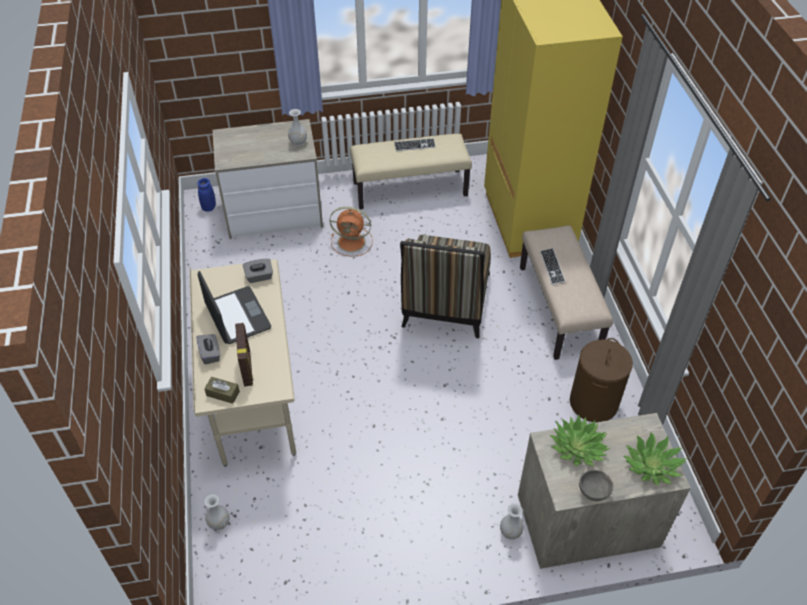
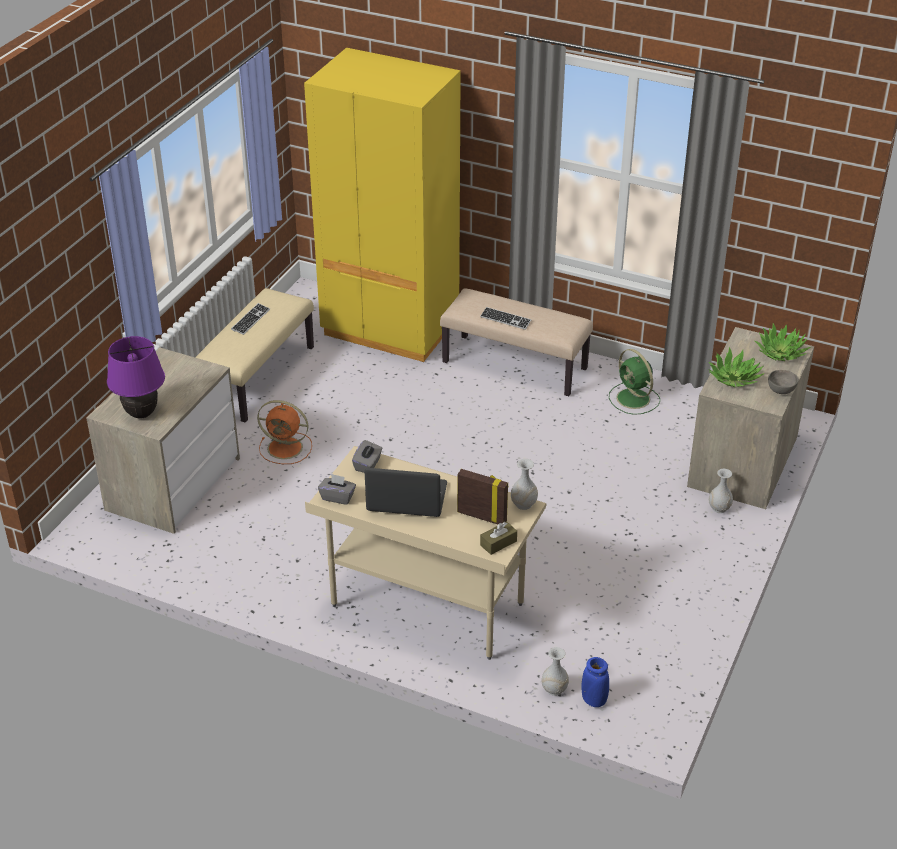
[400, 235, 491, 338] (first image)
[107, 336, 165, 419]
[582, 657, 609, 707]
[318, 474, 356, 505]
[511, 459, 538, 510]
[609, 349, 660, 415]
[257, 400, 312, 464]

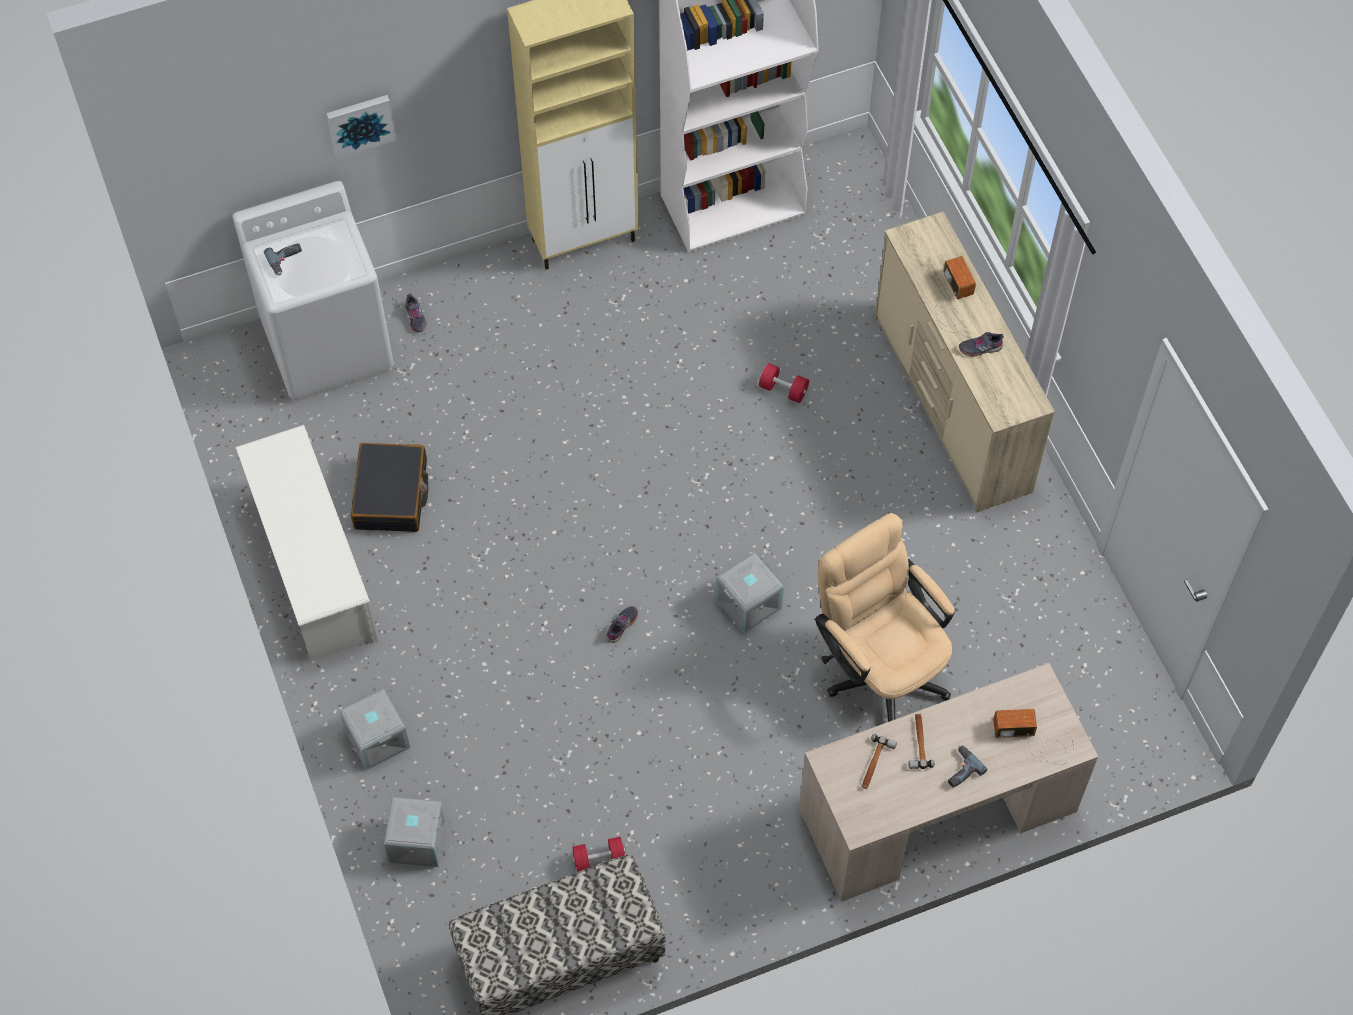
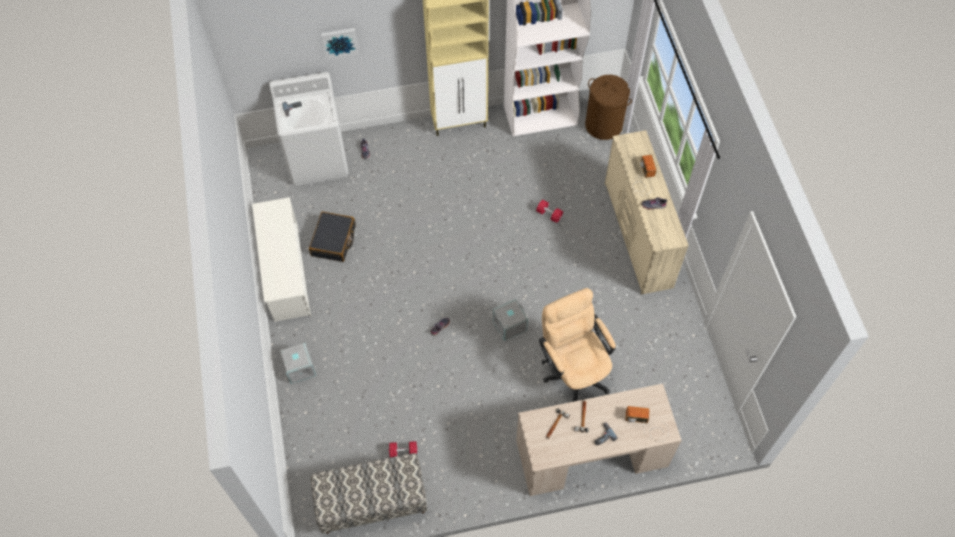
[384, 797, 446, 867] (first image)
[585, 75, 632, 140]

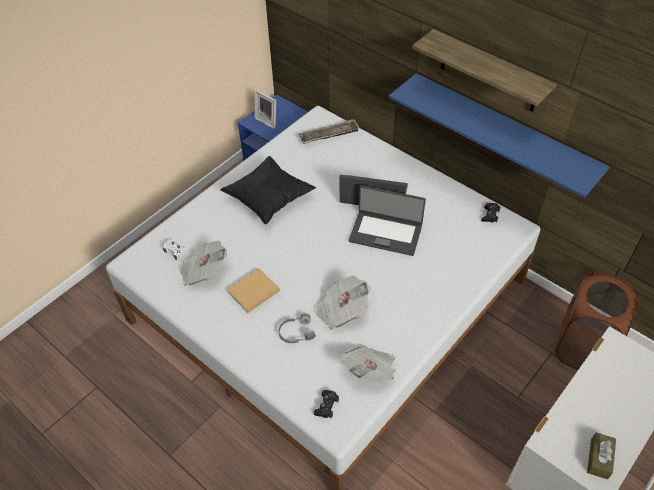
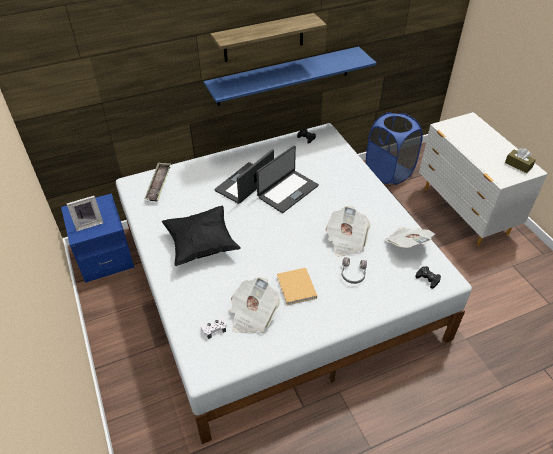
[366, 112, 423, 185]

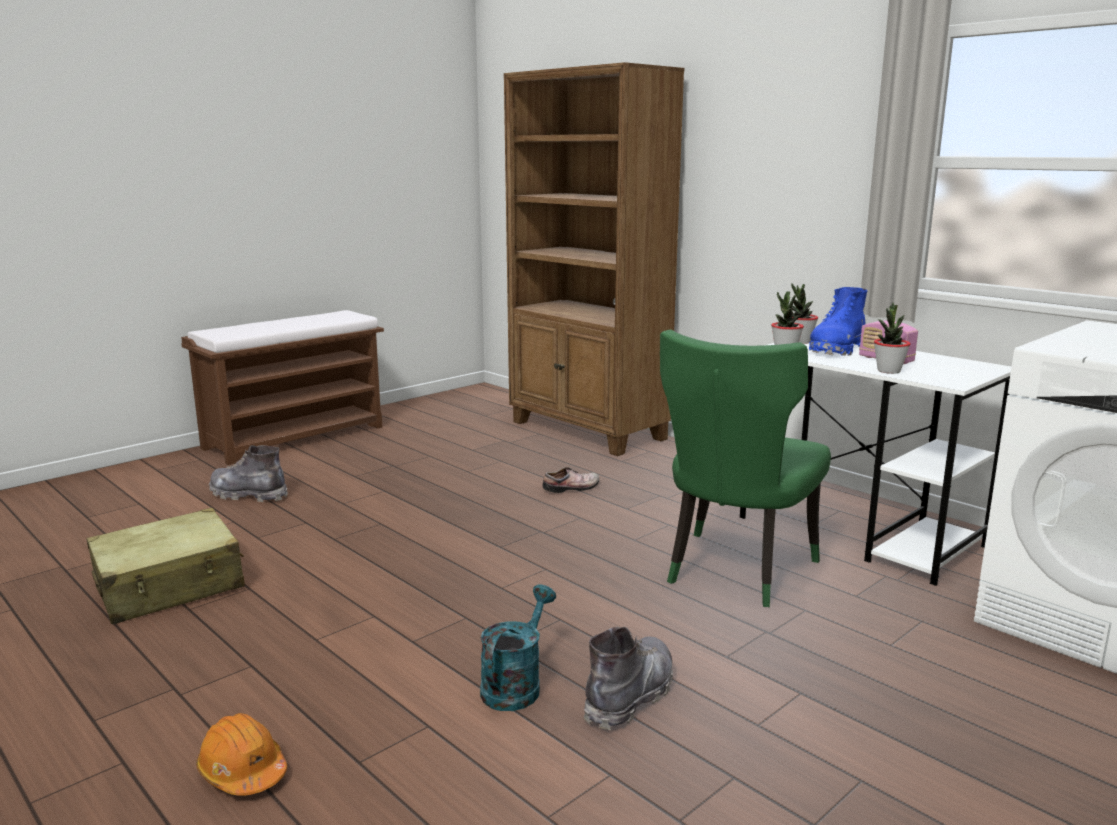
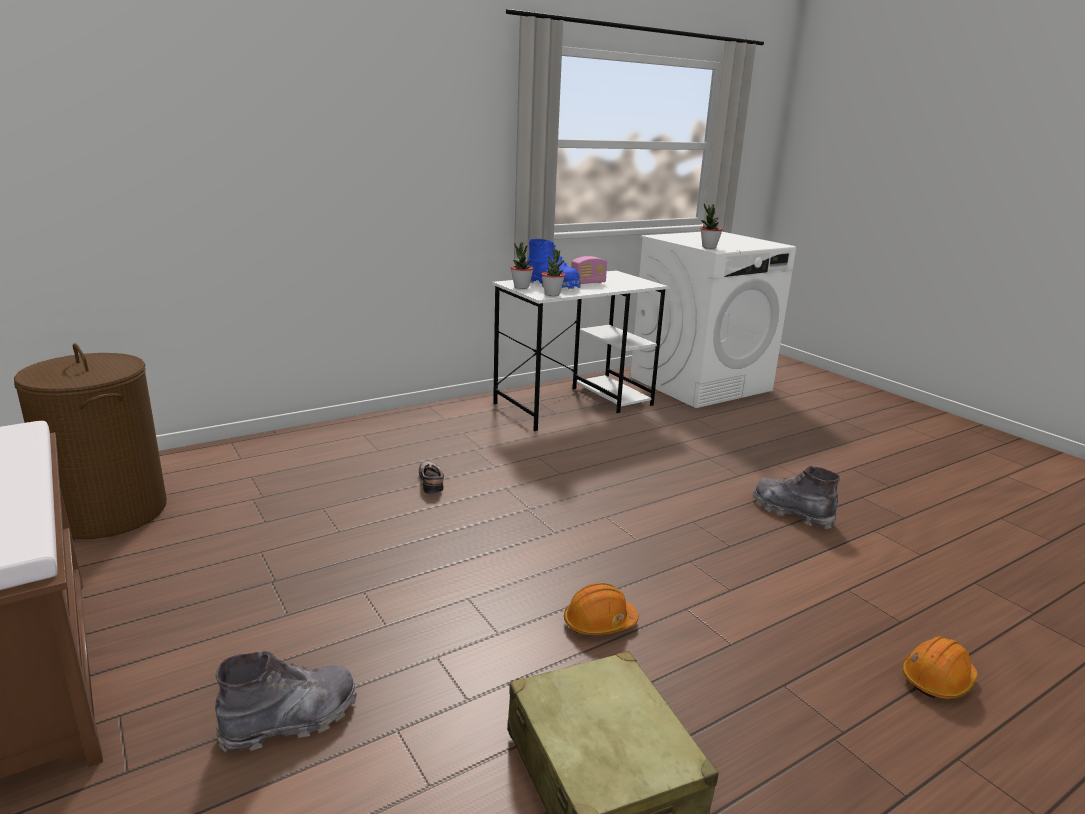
[480, 585, 556, 711] (first image)
[504, 62, 685, 456] (first image)
[660, 330, 831, 607] (first image)
[14, 343, 167, 539]
[564, 583, 638, 635]
[700, 204, 723, 249]
[215, 651, 357, 753]

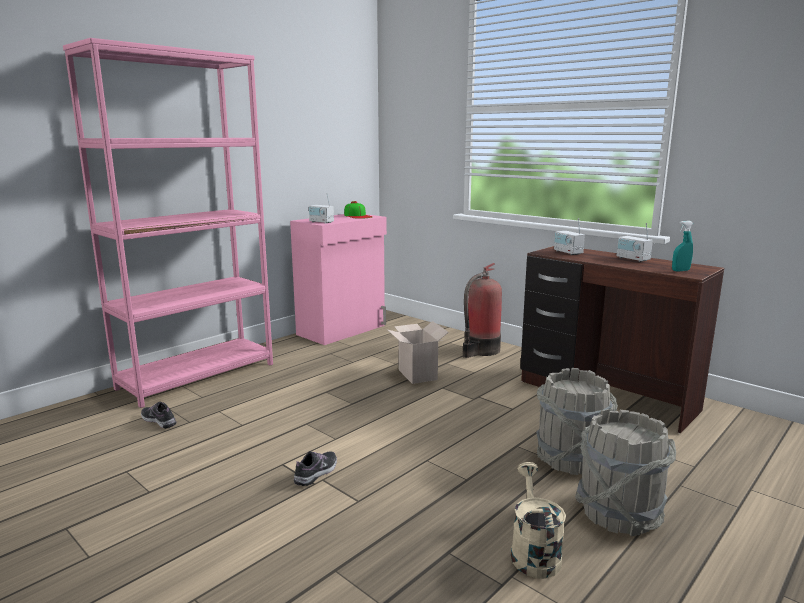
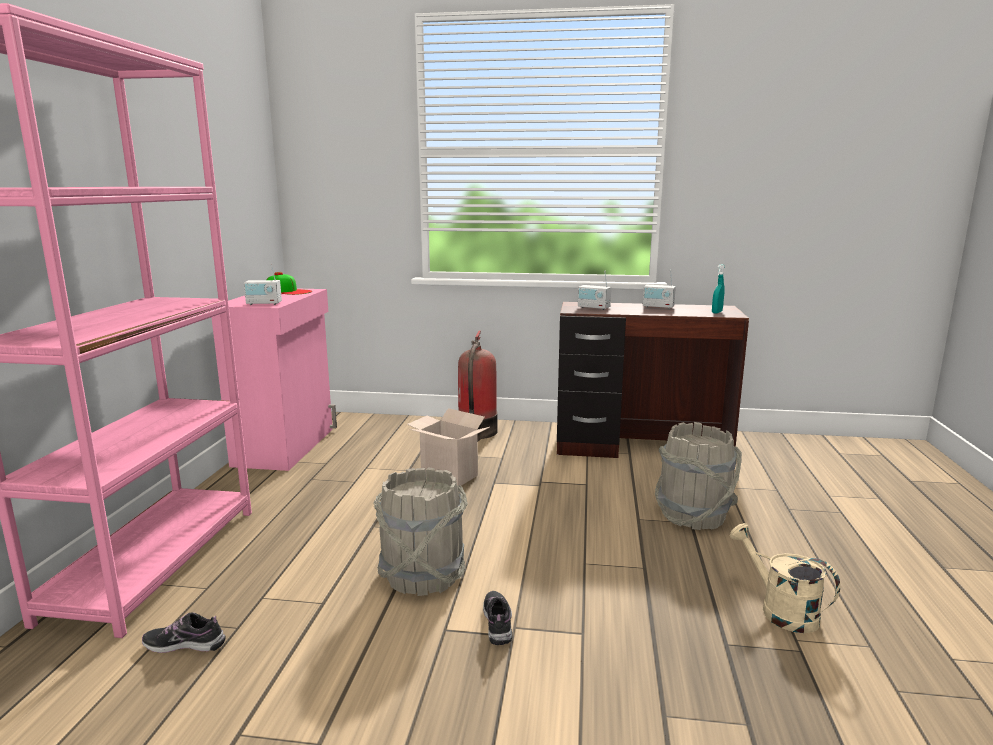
[373, 468, 468, 596]

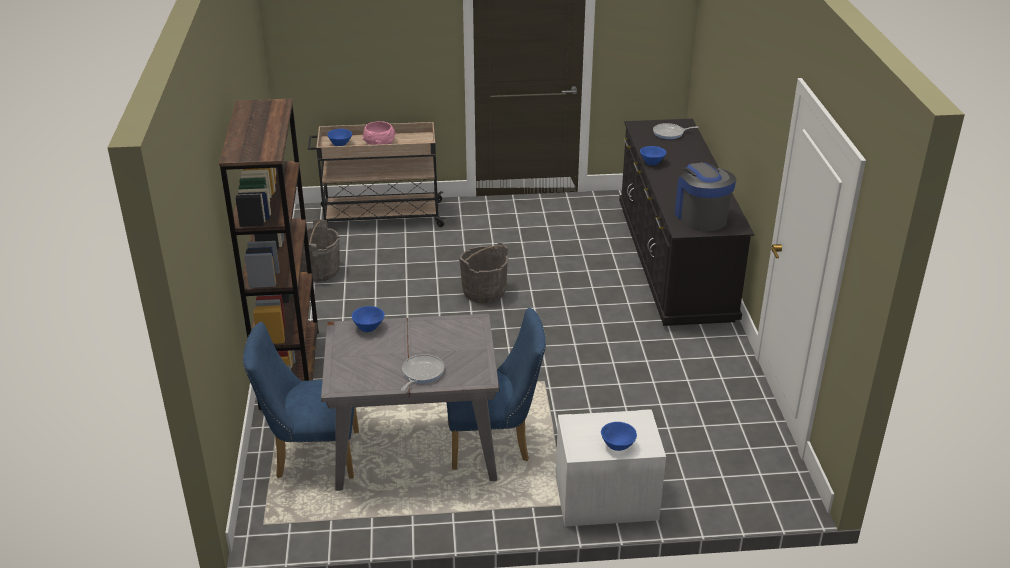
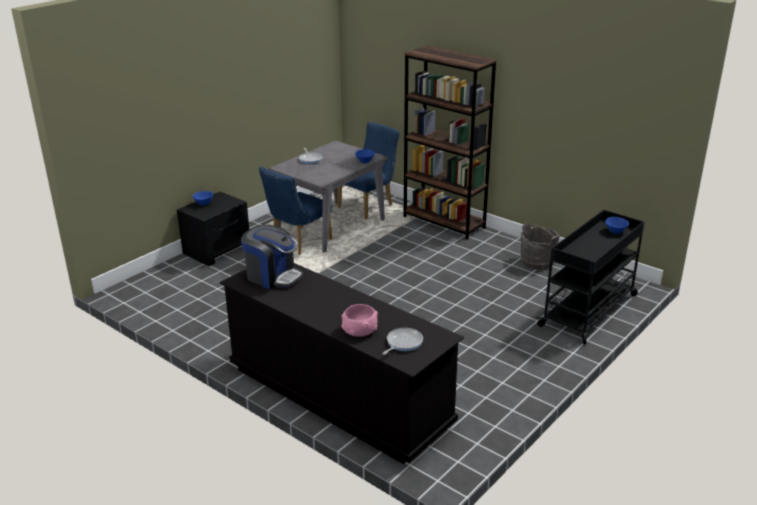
[459, 242, 508, 303] (first image)
[640, 146, 666, 165] (first image)
[341, 304, 378, 337]
[536, 210, 645, 344]
[177, 192, 249, 266]

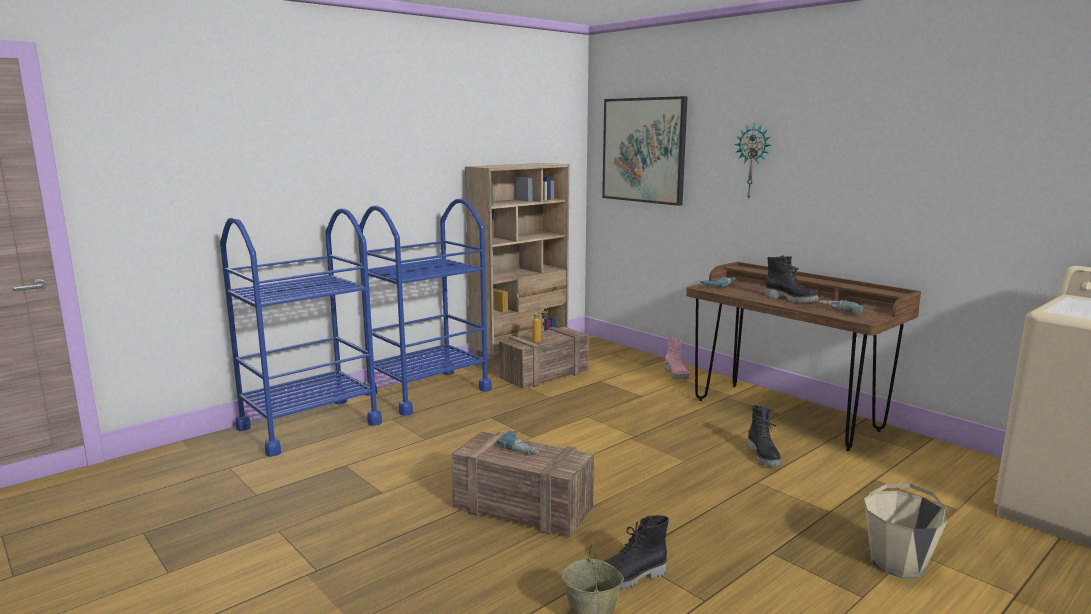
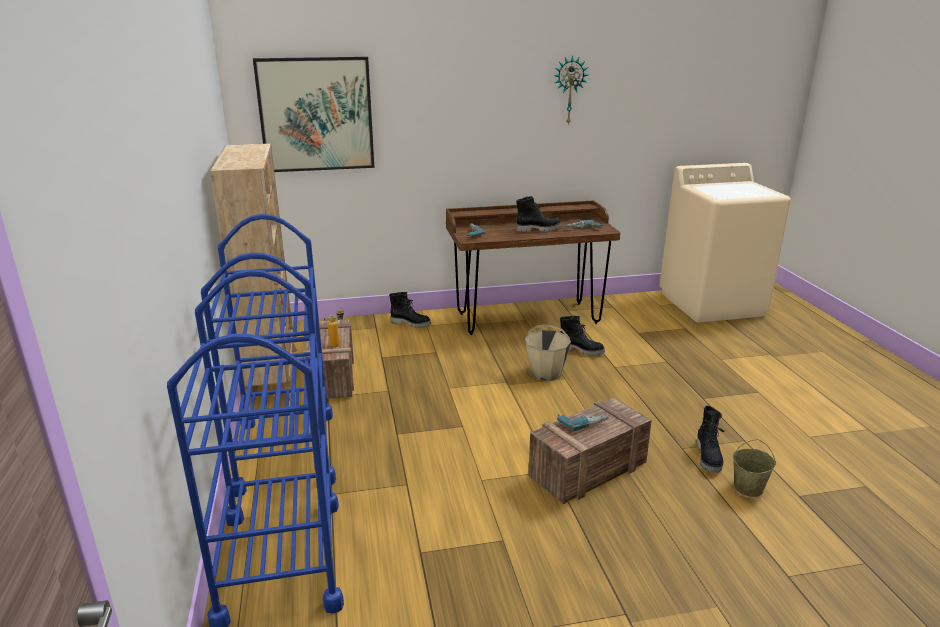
[554, 55, 588, 125]
[525, 324, 571, 381]
[389, 292, 431, 328]

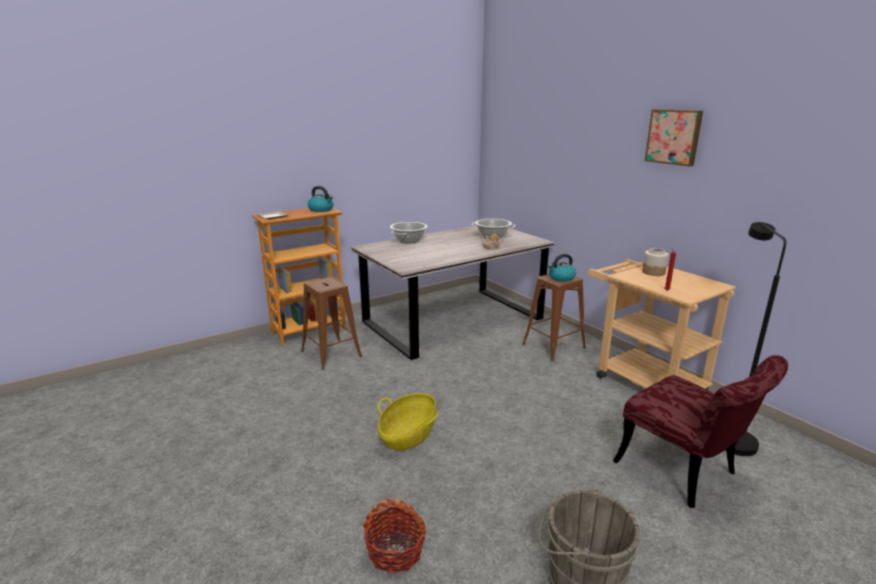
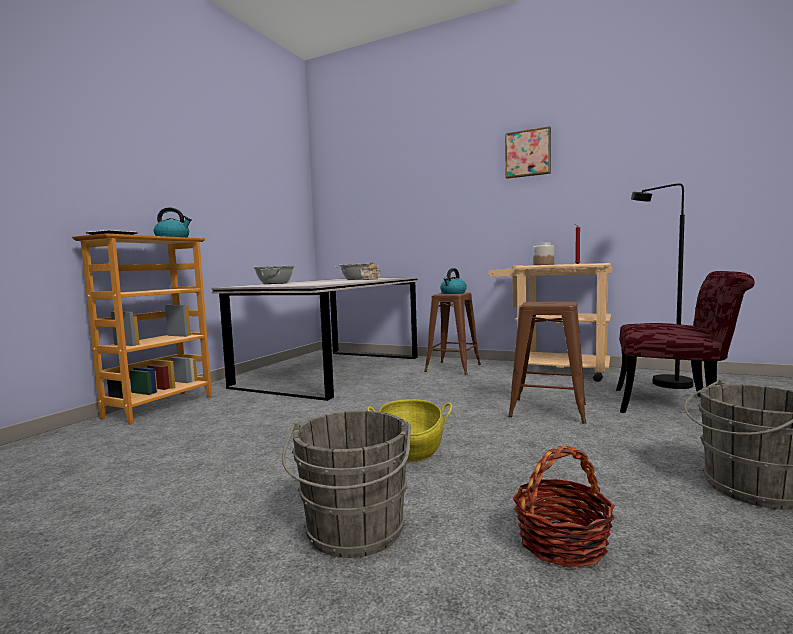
[282, 411, 411, 558]
[508, 301, 586, 424]

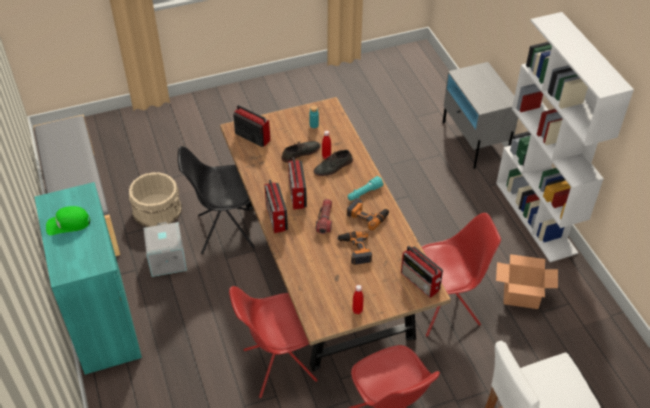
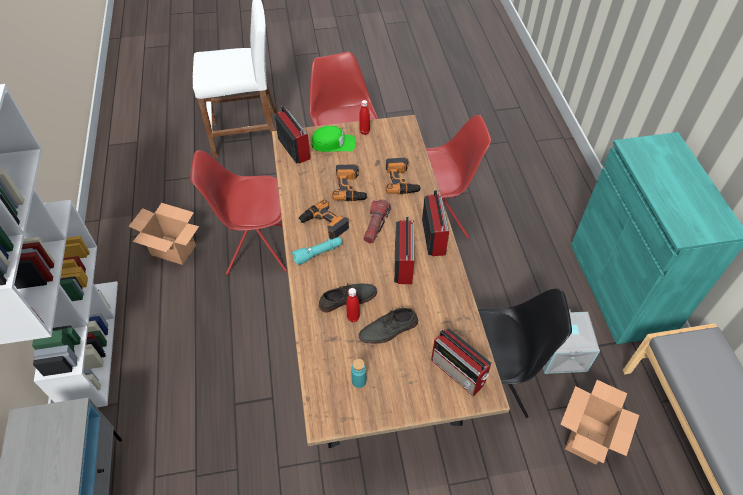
[386, 158, 422, 194]
[311, 126, 355, 152]
[560, 380, 639, 464]

